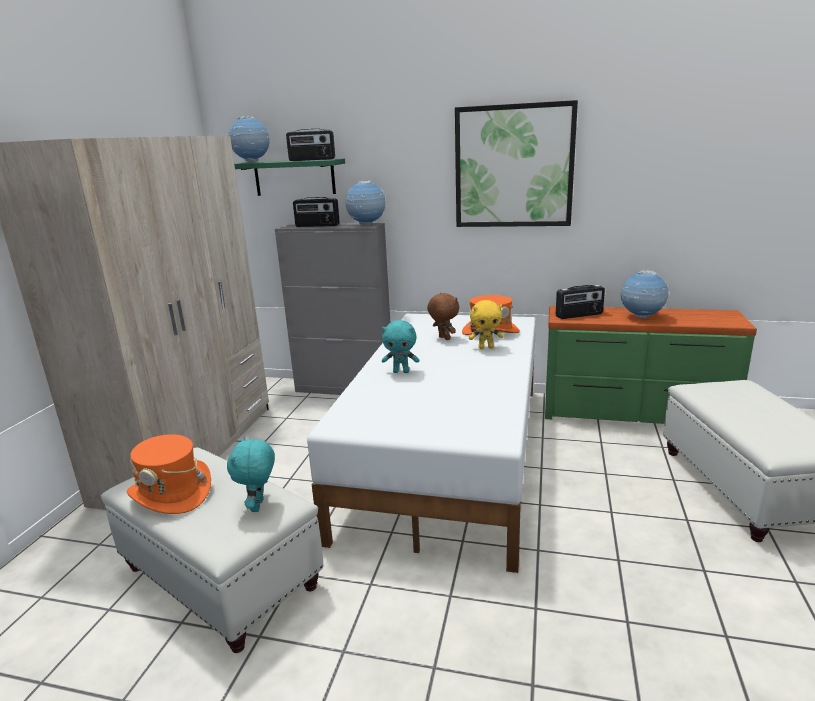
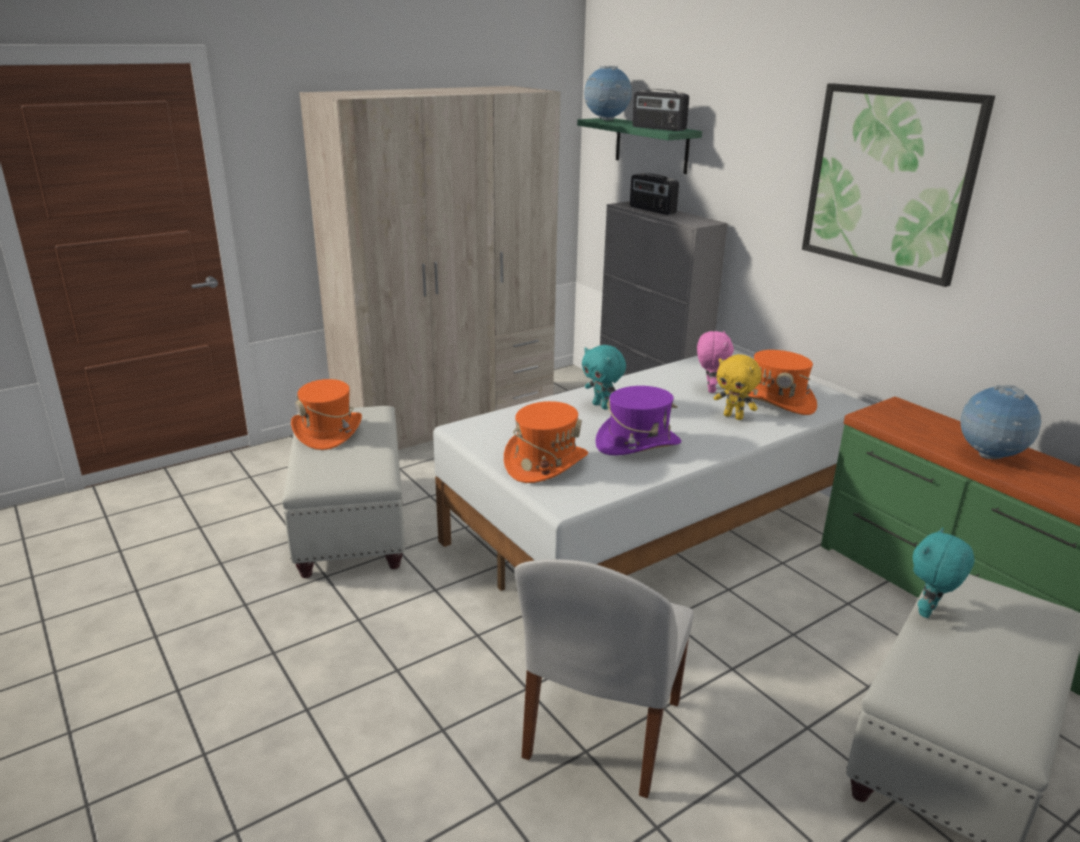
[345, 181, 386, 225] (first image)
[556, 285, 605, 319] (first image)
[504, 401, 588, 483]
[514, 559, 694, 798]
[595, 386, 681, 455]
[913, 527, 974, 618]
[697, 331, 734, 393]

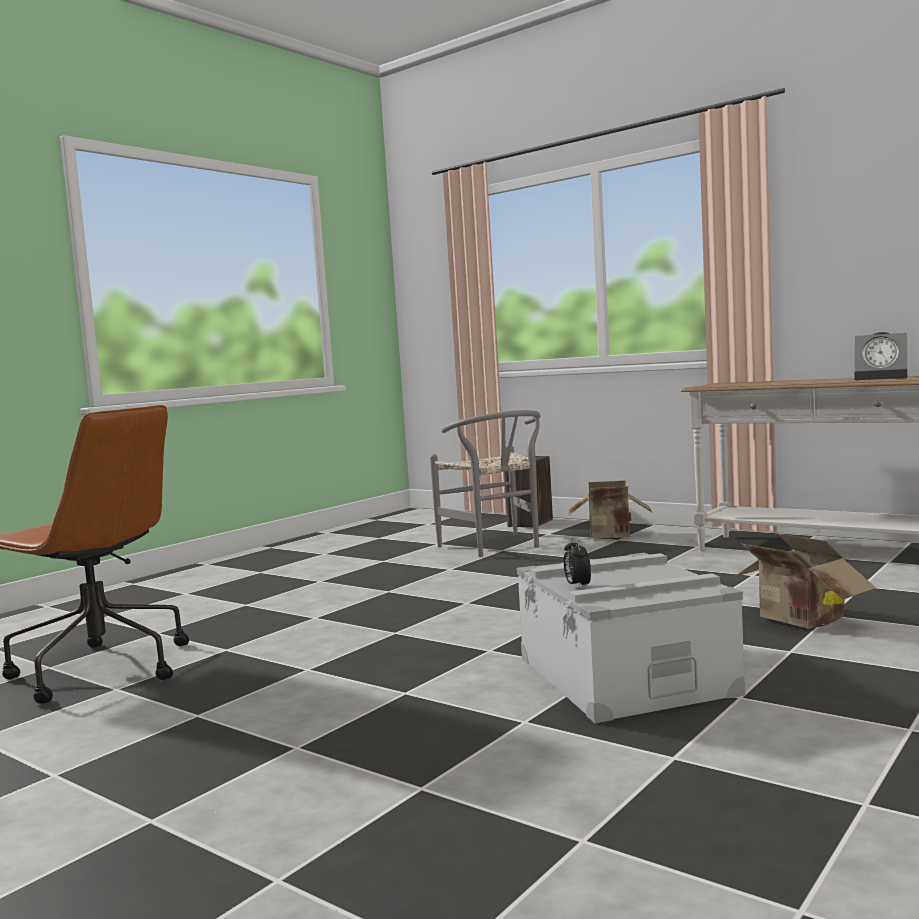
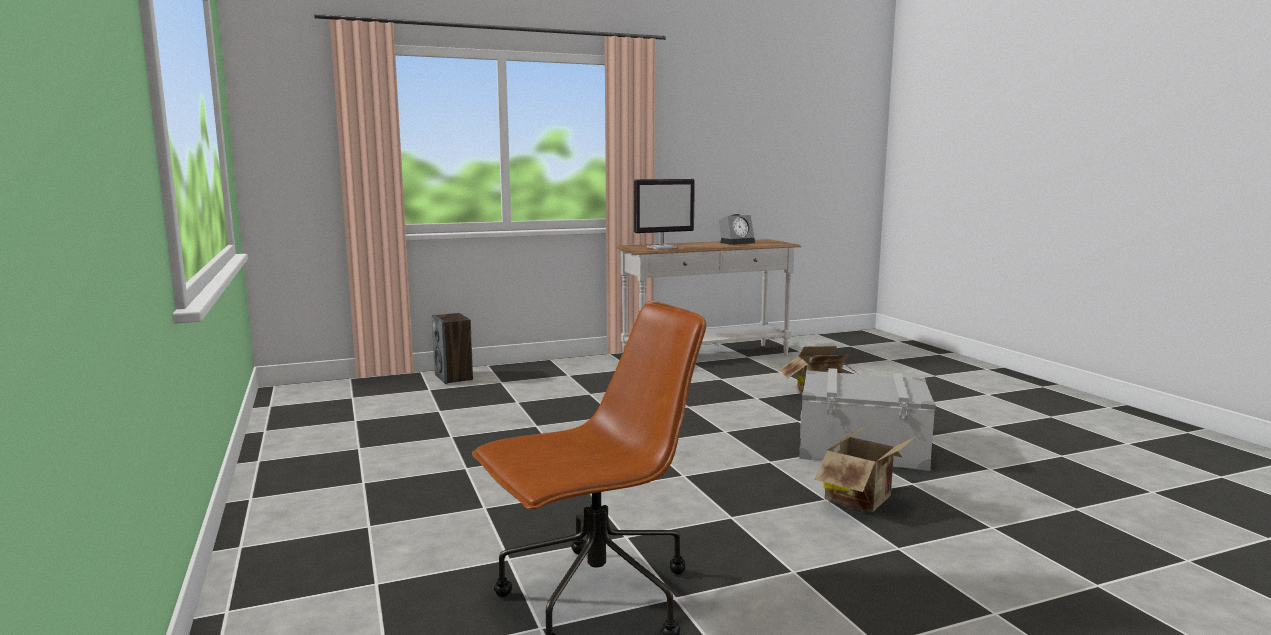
[430, 410, 541, 557] (first image)
[564, 537, 591, 588] (first image)
[634, 179, 695, 250]
[815, 425, 918, 512]

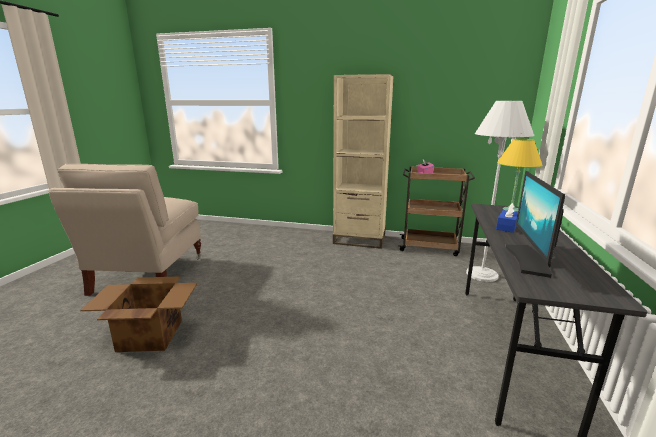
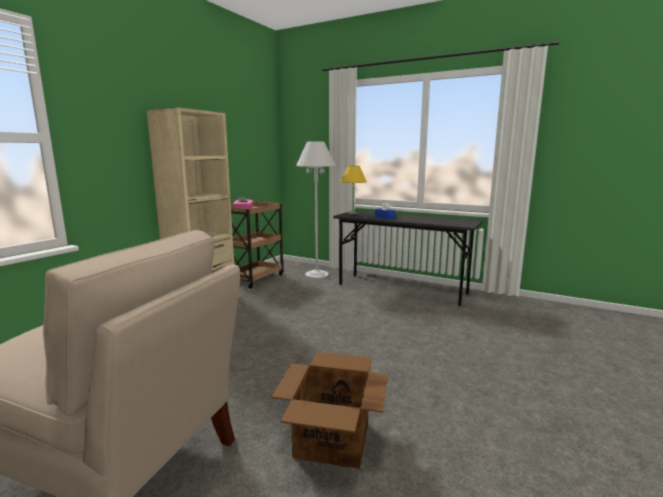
[505, 171, 565, 278] (first image)

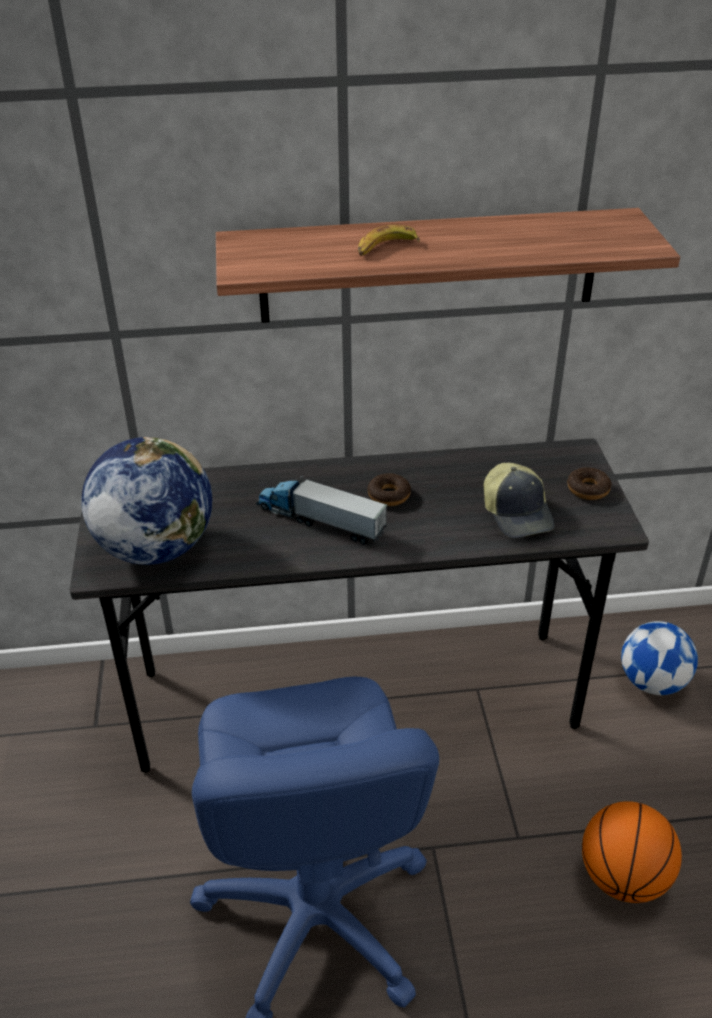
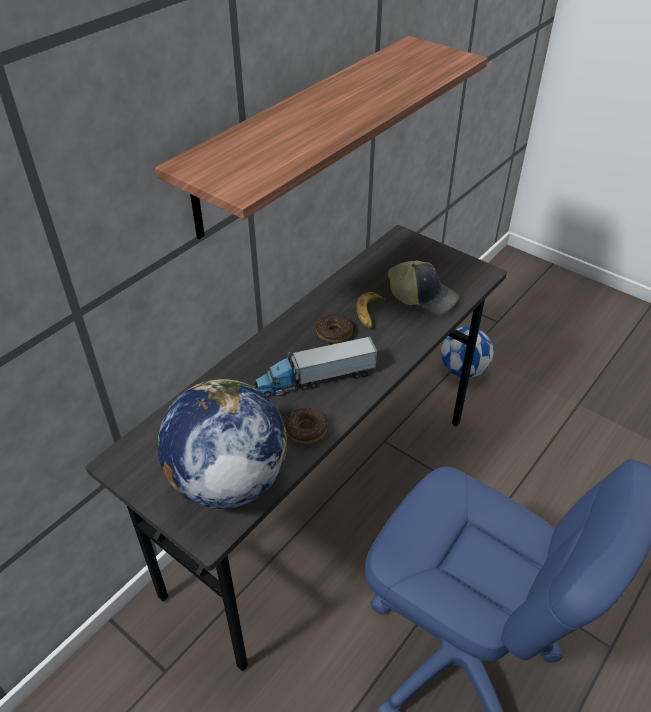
[582, 801, 682, 903] (first image)
[356, 292, 385, 329]
[285, 408, 327, 444]

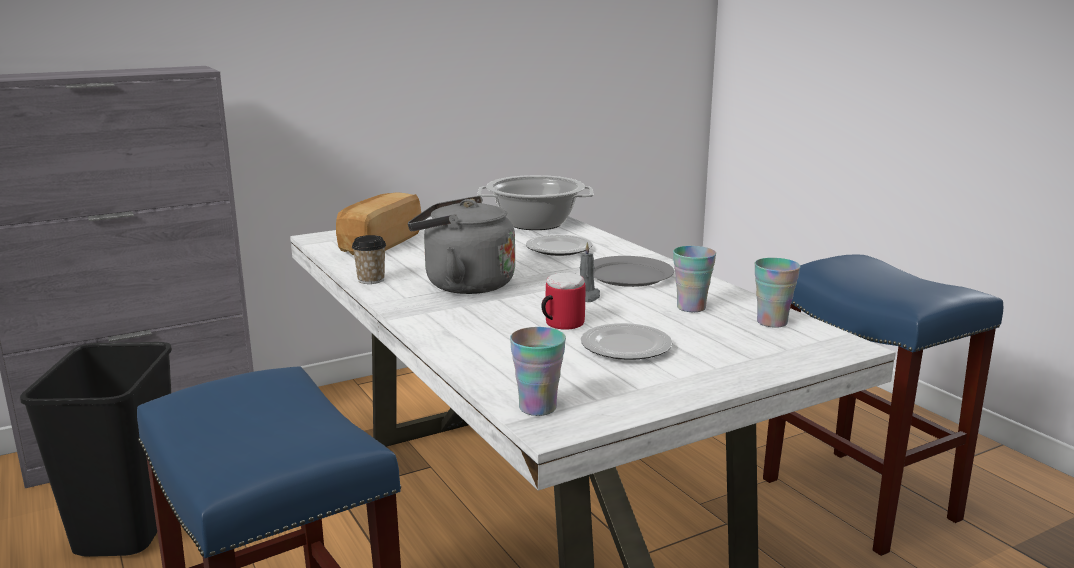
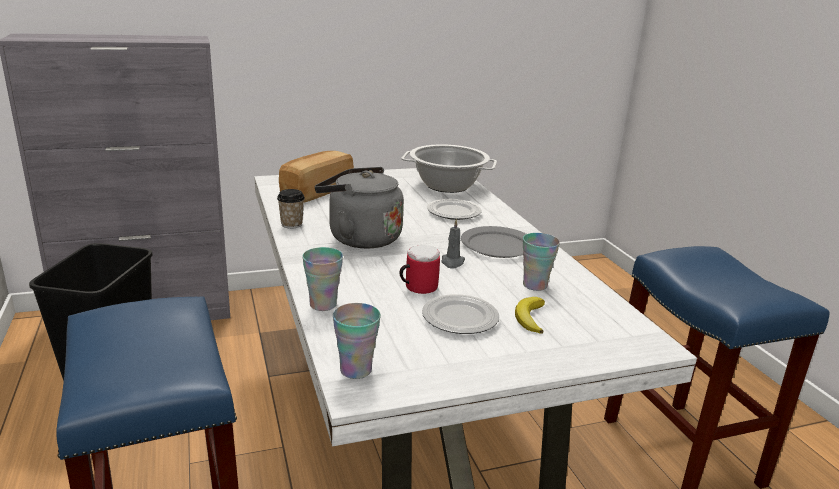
[515, 297, 545, 334]
[302, 247, 343, 311]

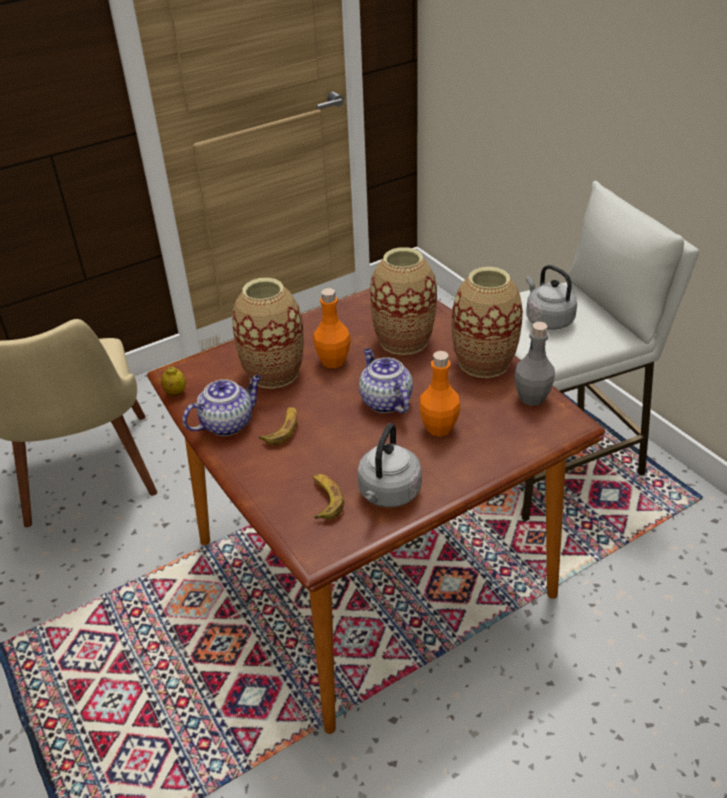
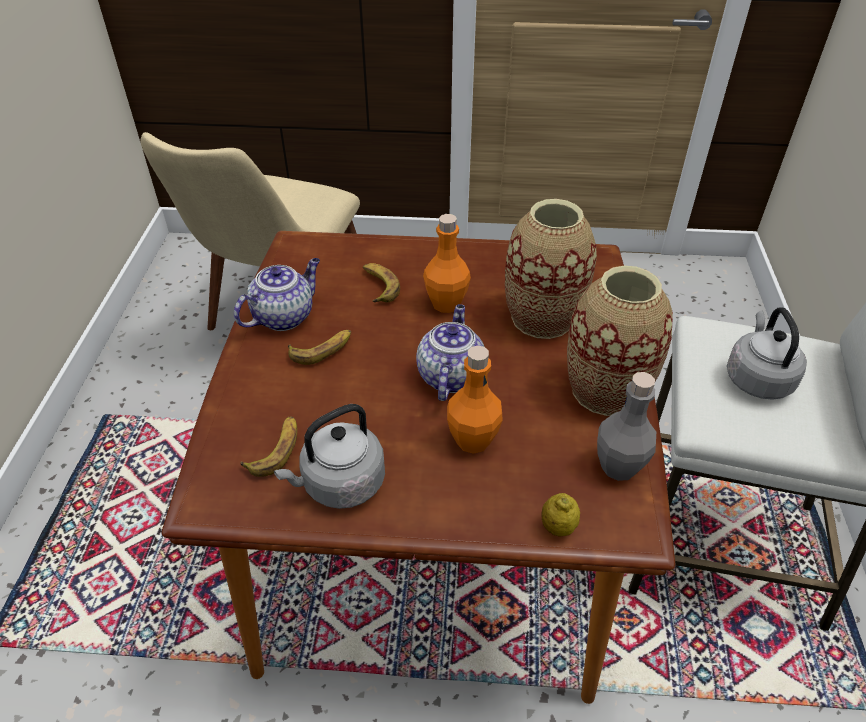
[542, 493, 580, 536]
[363, 263, 400, 302]
[234, 258, 320, 331]

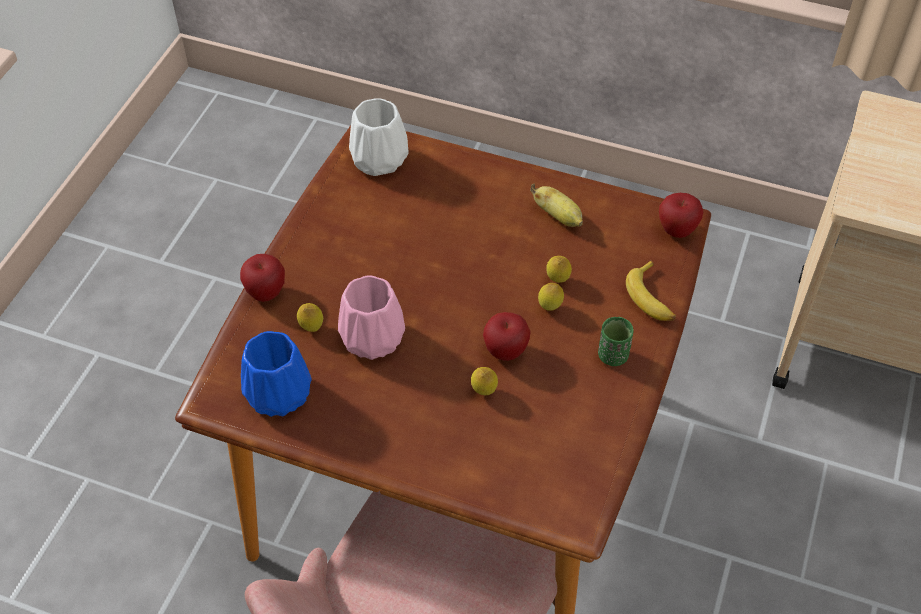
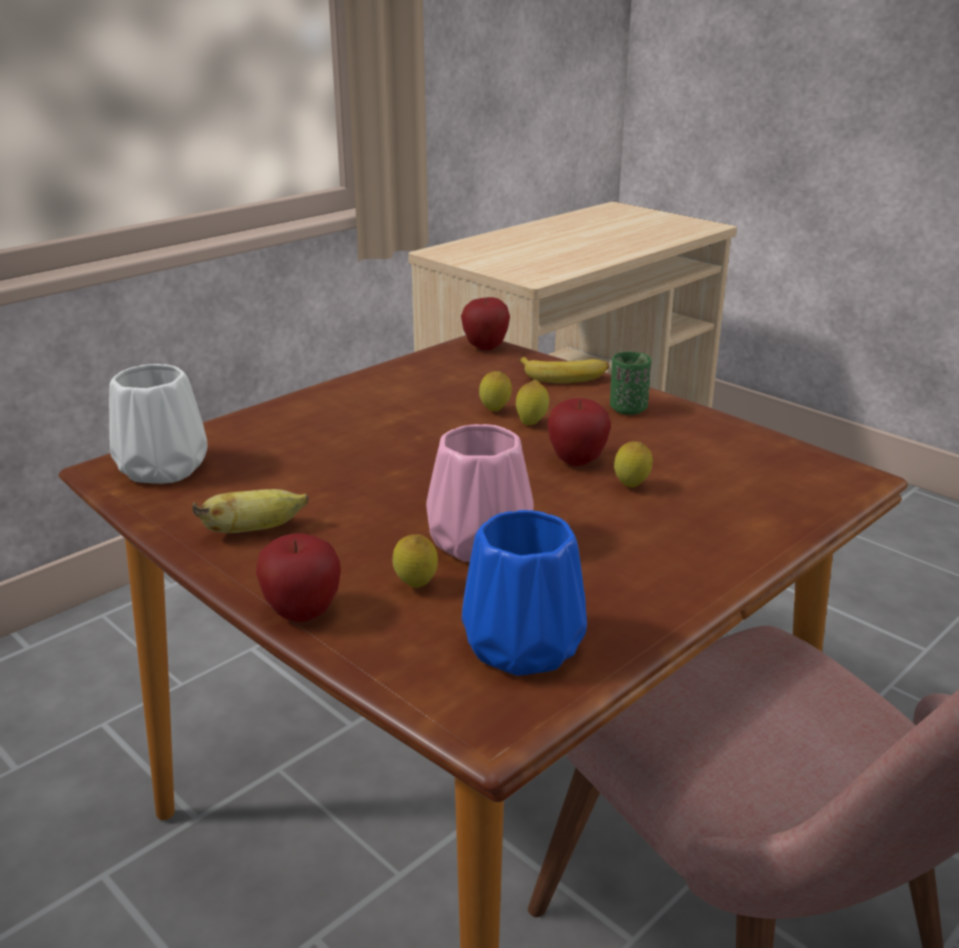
[192, 489, 308, 533]

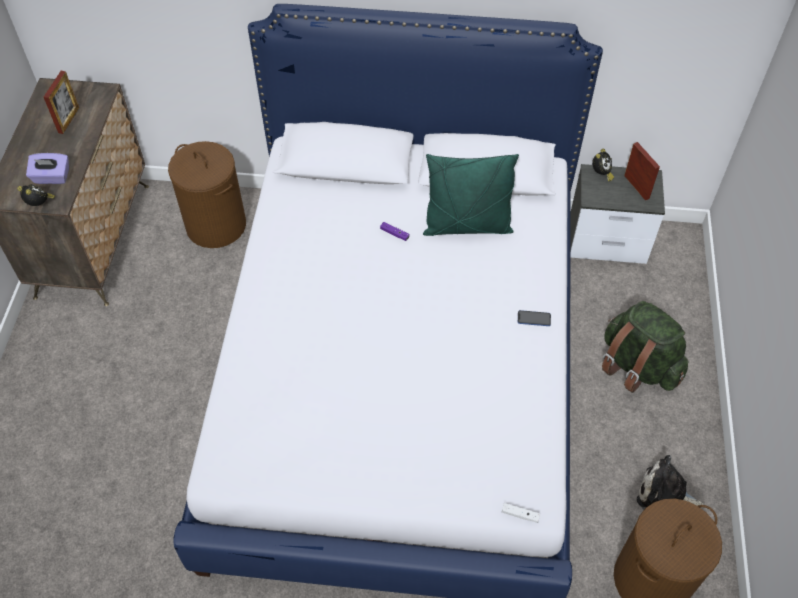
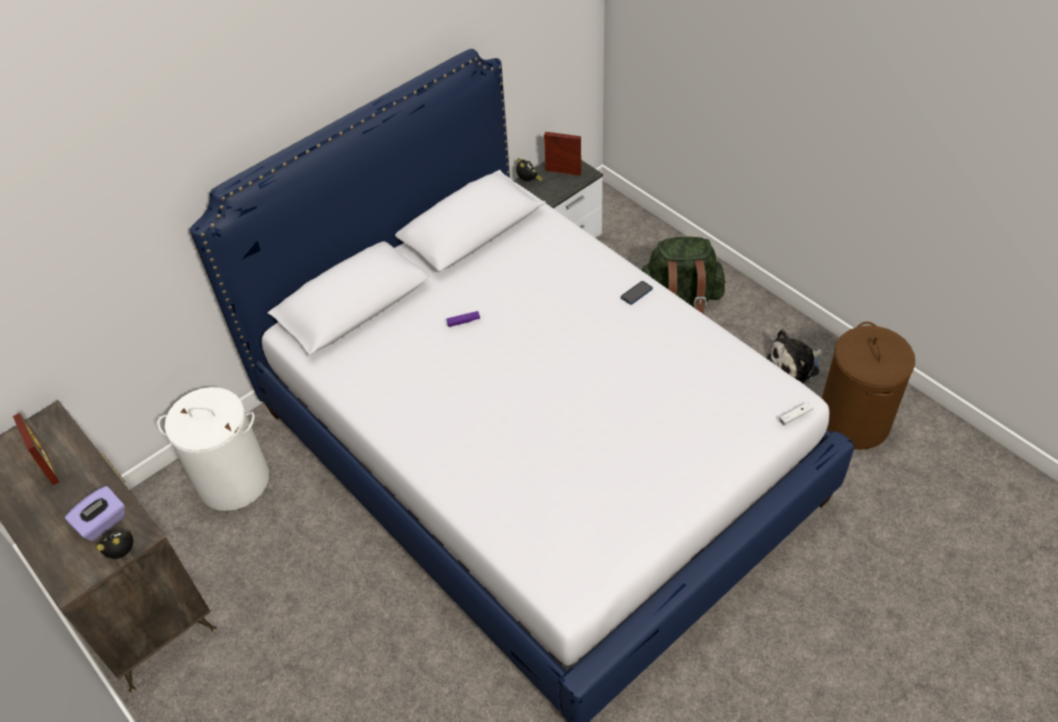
[423, 154, 519, 236] (first image)
[157, 387, 269, 511]

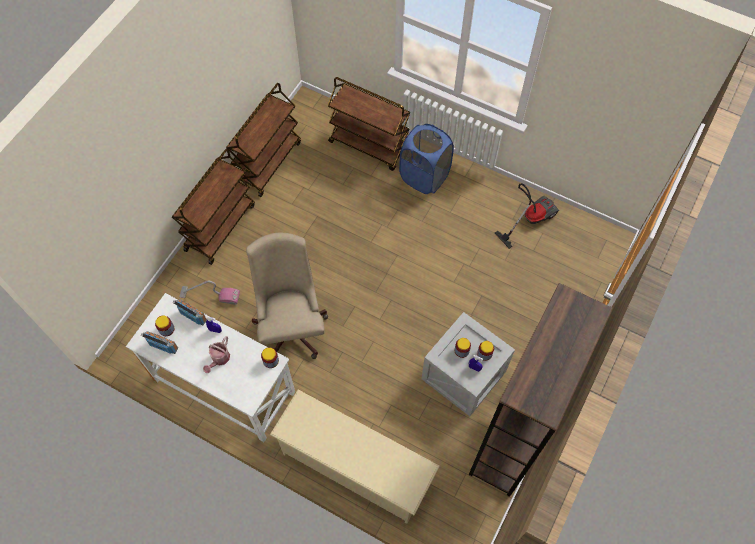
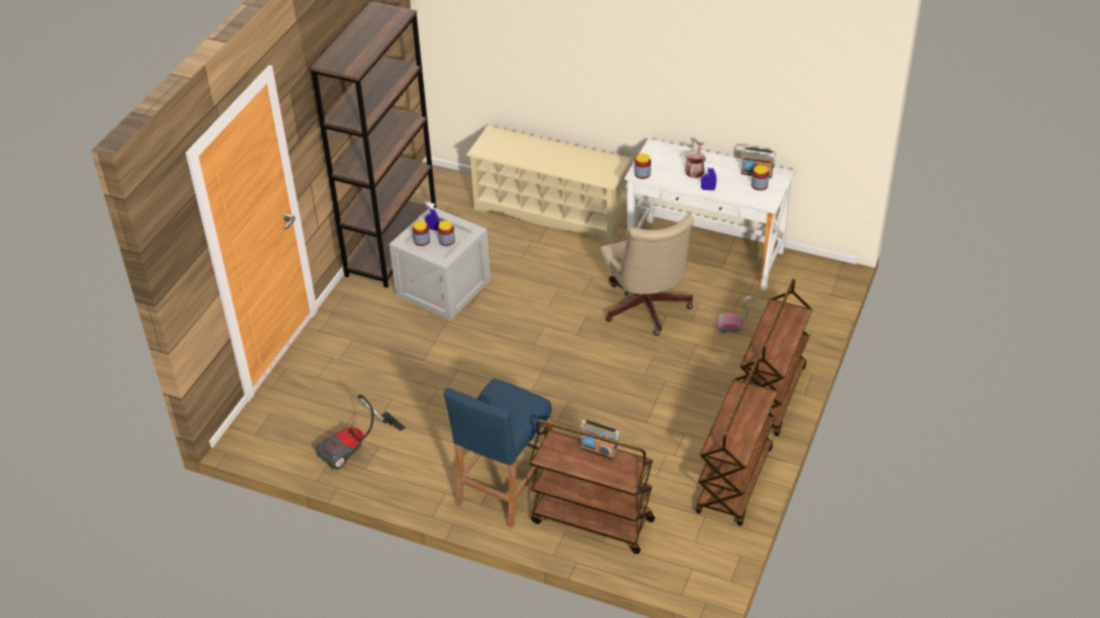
[580, 419, 619, 459]
[444, 379, 552, 528]

